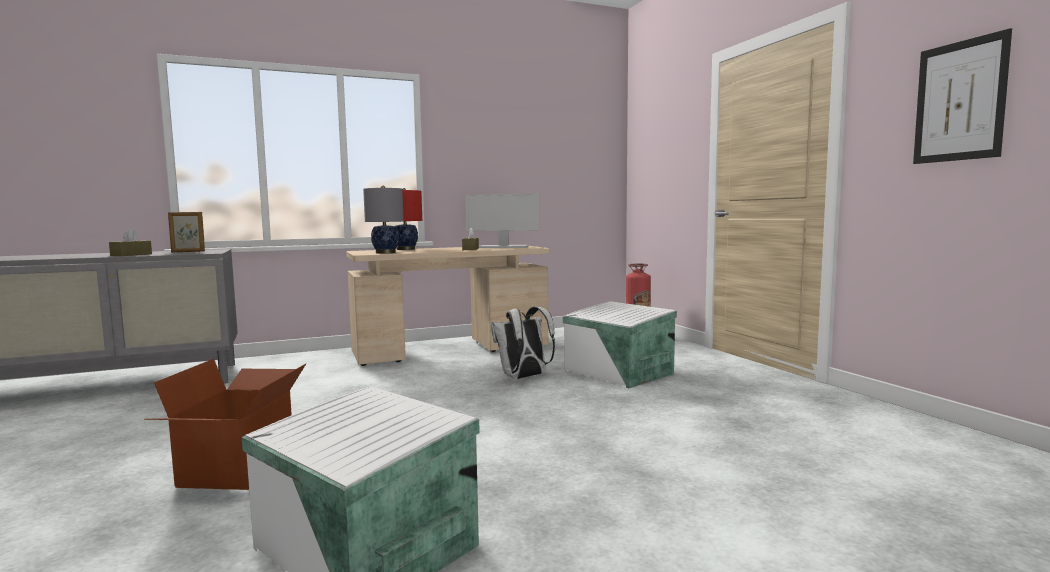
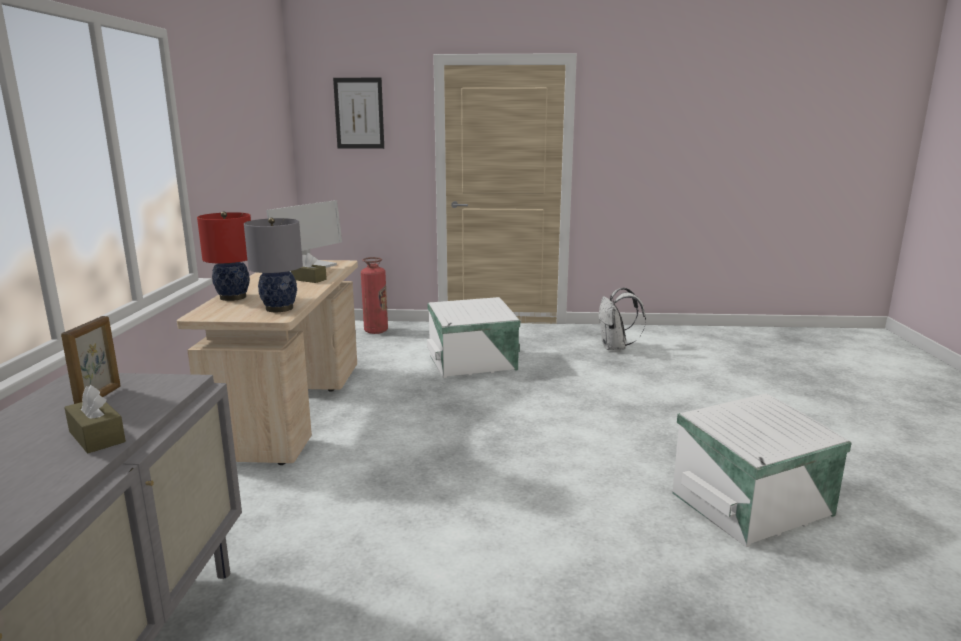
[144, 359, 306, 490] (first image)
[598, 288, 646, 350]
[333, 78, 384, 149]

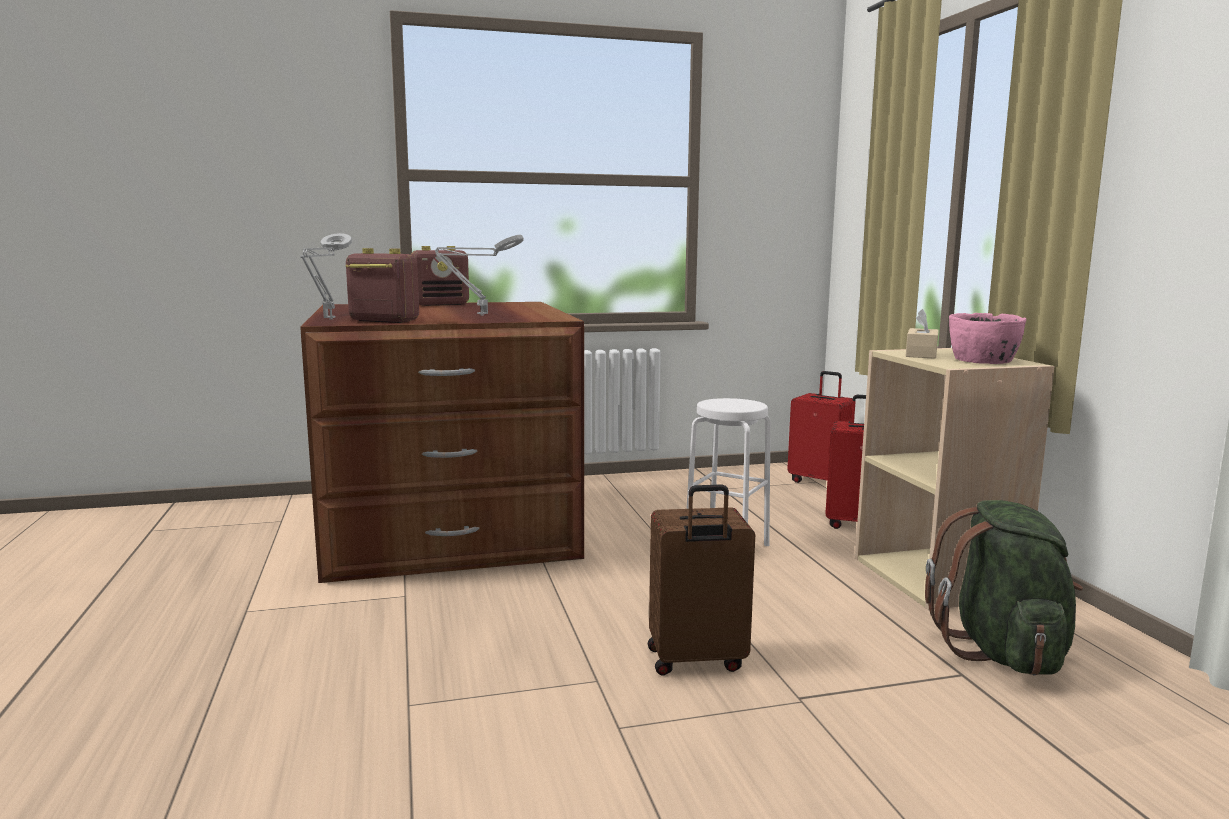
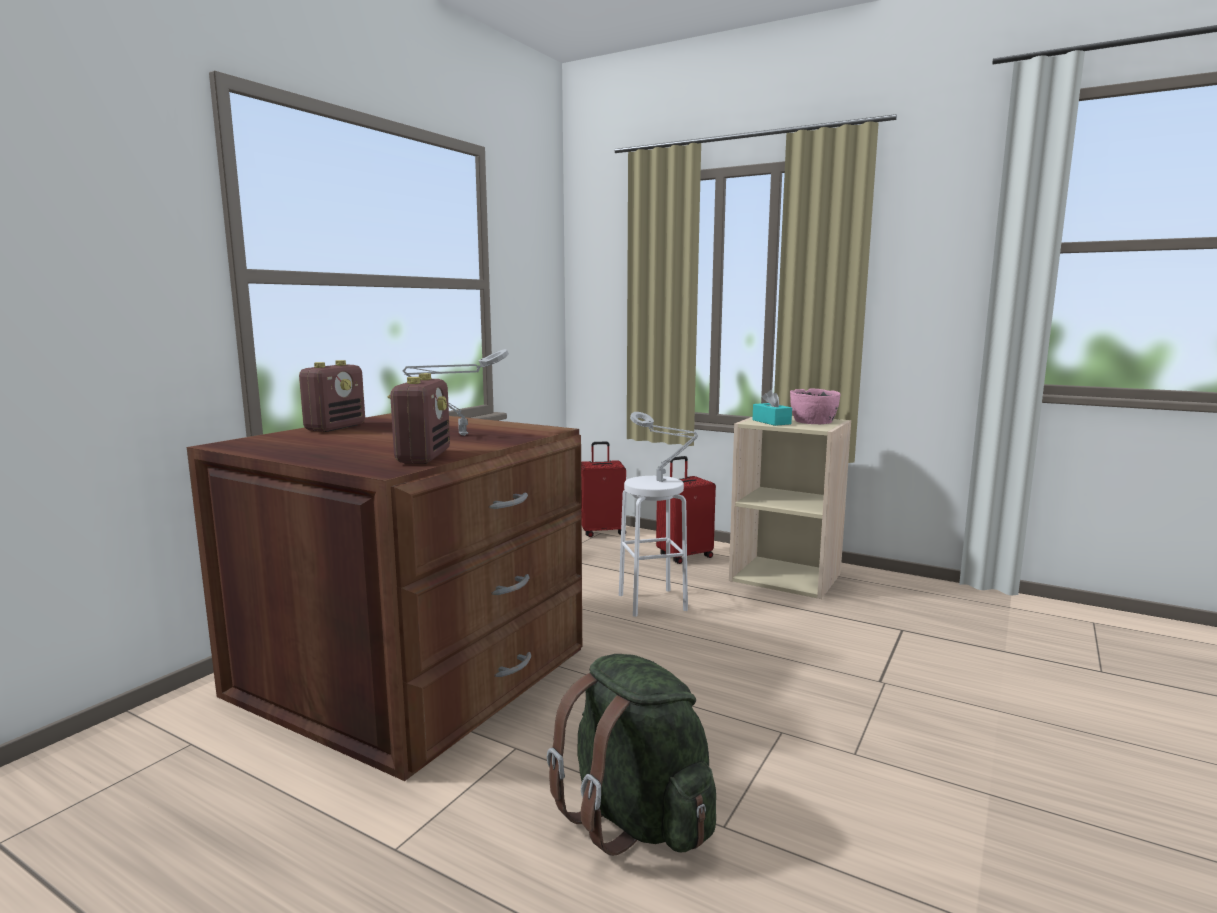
[630, 412, 698, 482]
[387, 373, 450, 464]
[648, 485, 755, 676] (first image)
[752, 390, 792, 426]
[547, 654, 716, 856]

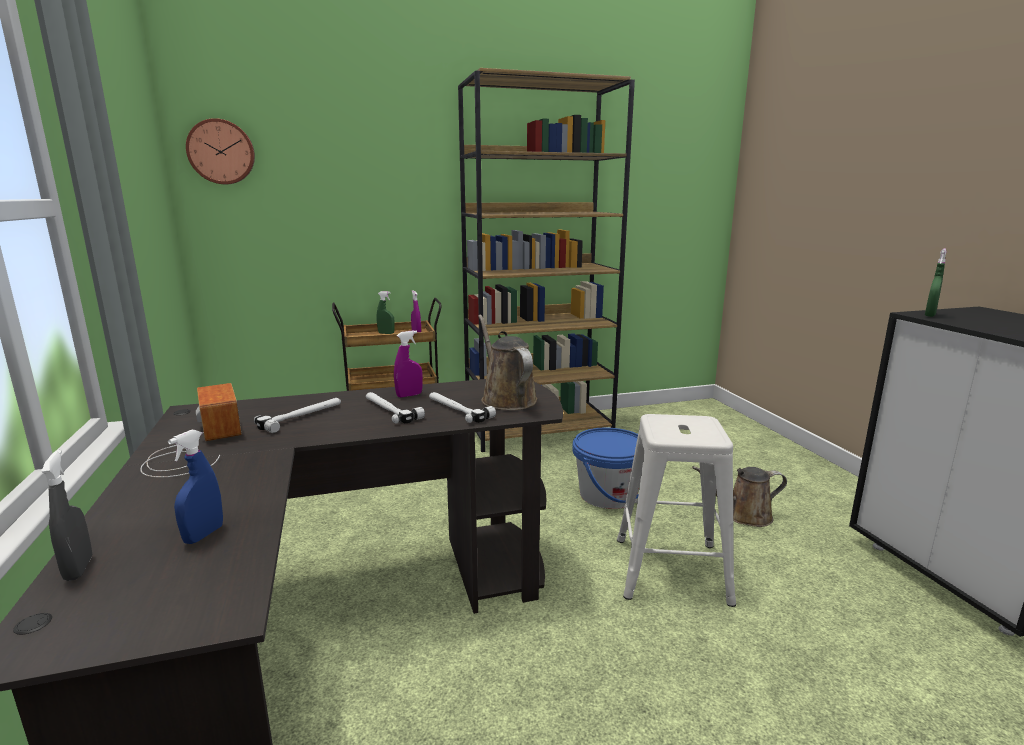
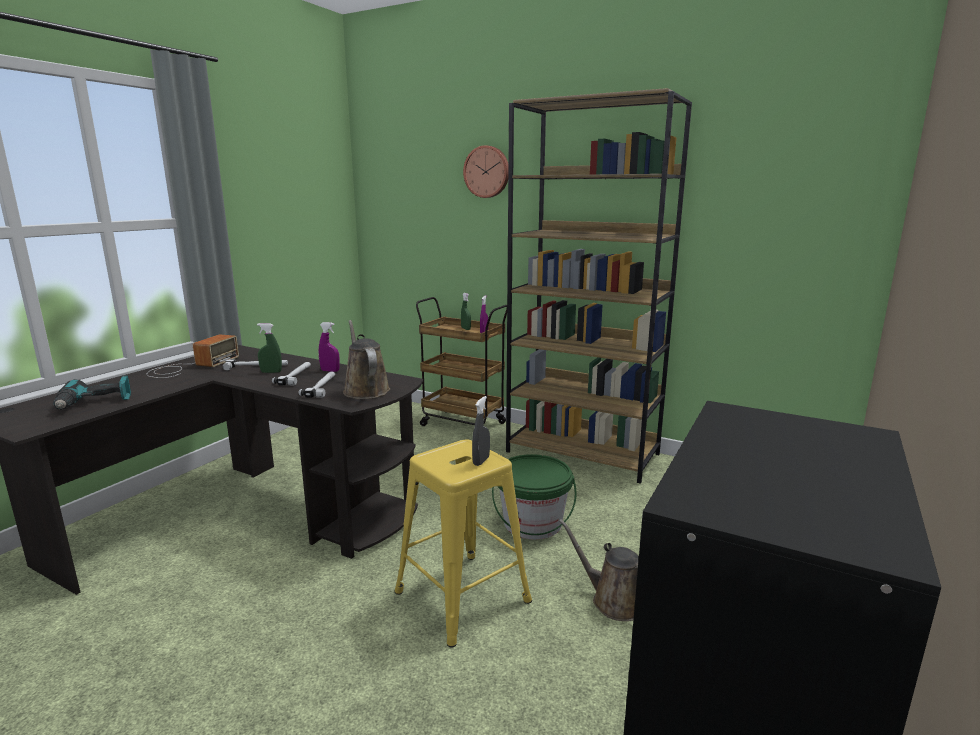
[472, 396, 490, 466]
[53, 375, 131, 410]
[463, 145, 508, 198]
[343, 320, 390, 399]
[492, 454, 576, 540]
[394, 440, 532, 648]
[257, 323, 282, 373]

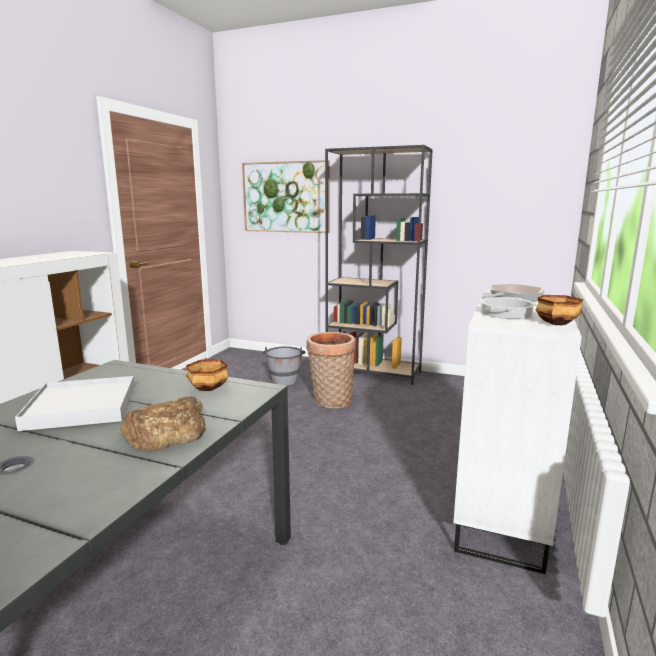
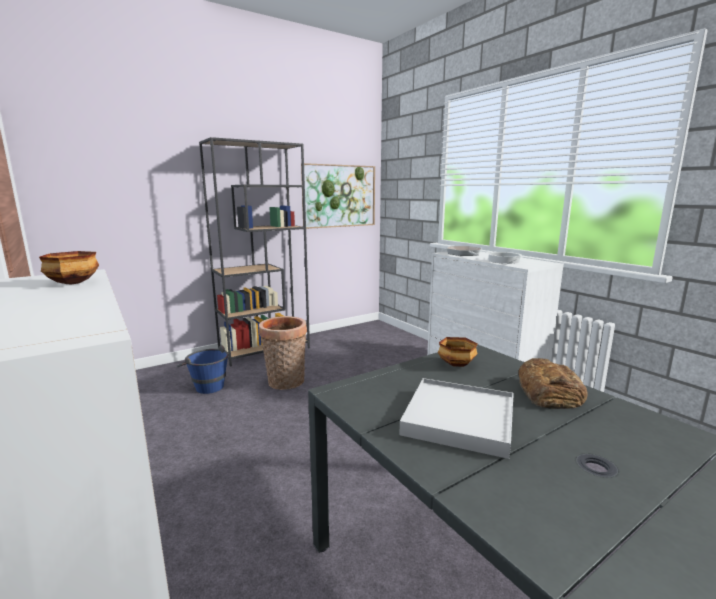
[301, 163, 375, 229]
[176, 345, 229, 394]
[39, 251, 99, 284]

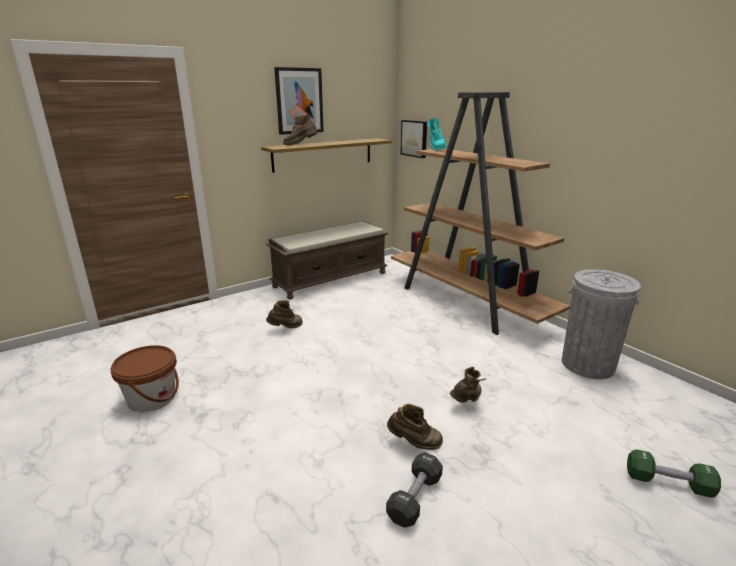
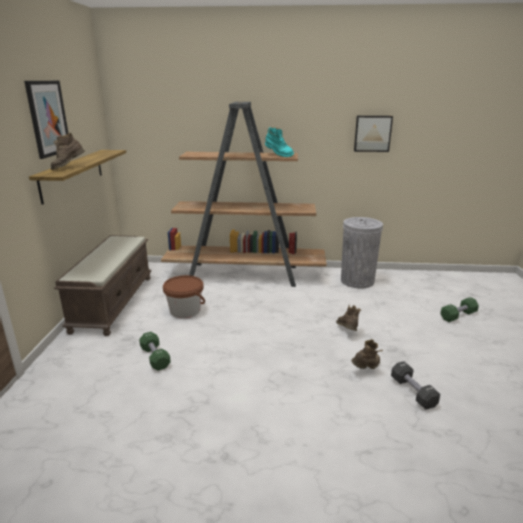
[163, 275, 205, 318]
[139, 332, 171, 371]
[354, 116, 393, 152]
[265, 127, 294, 157]

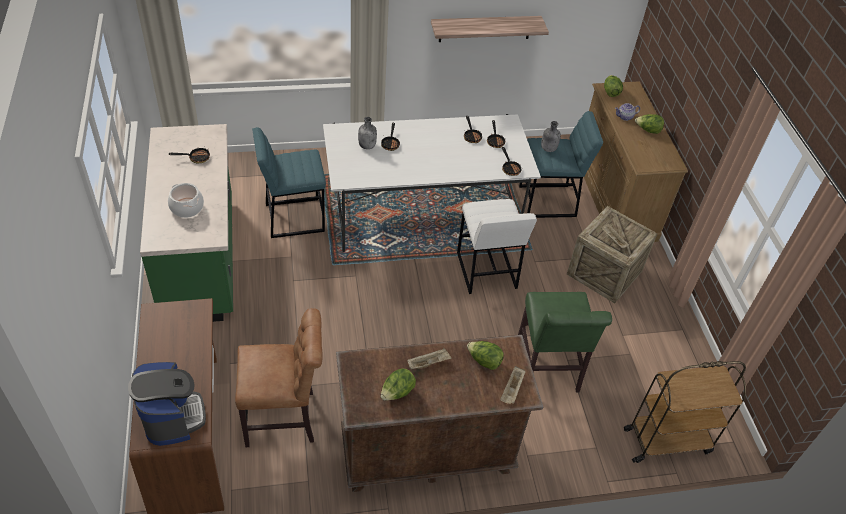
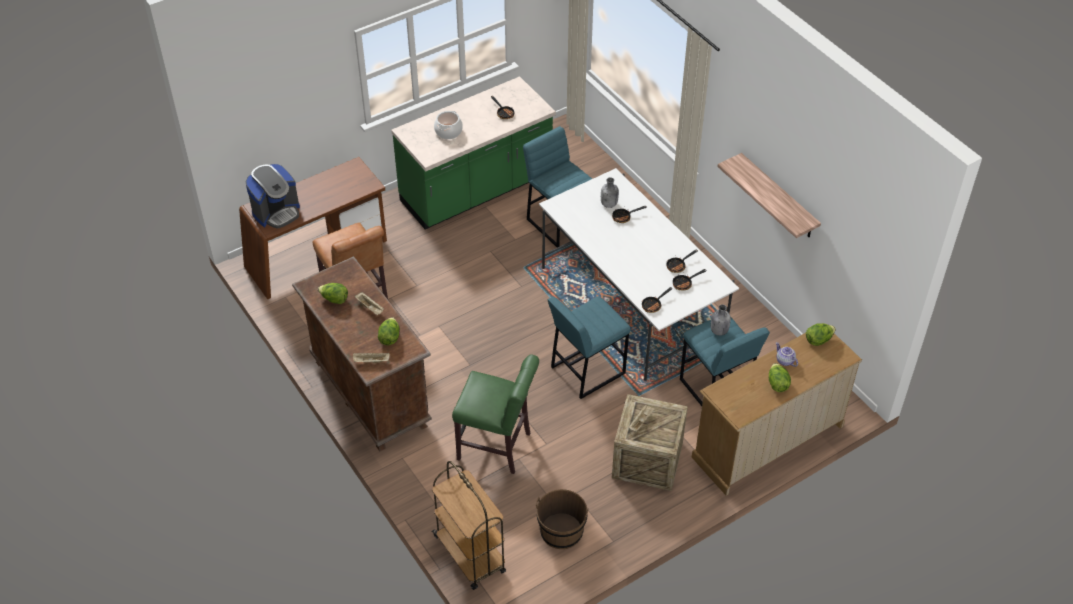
[547, 296, 630, 399]
[452, 354, 539, 474]
[536, 489, 589, 549]

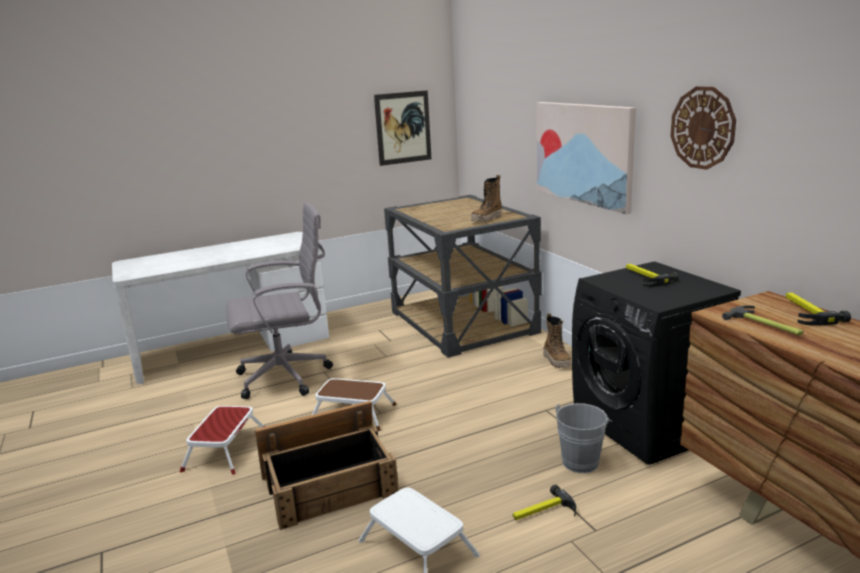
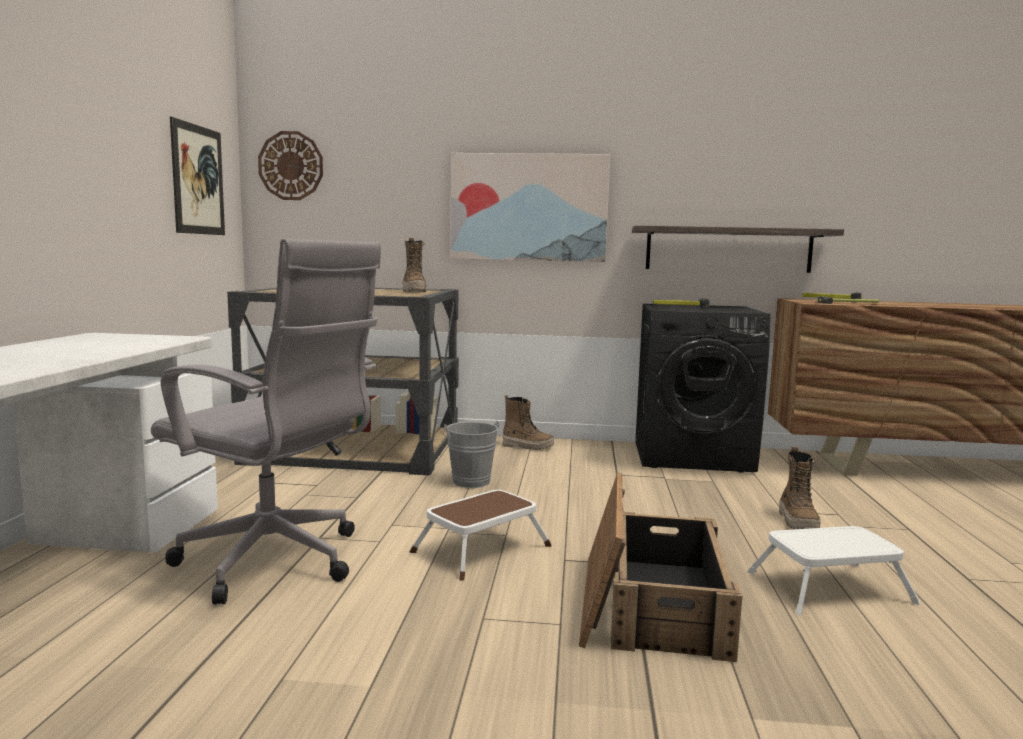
[180, 406, 265, 475] (first image)
[151, 238, 381, 605]
[779, 447, 821, 529]
[443, 421, 500, 488]
[258, 131, 323, 200]
[632, 225, 844, 273]

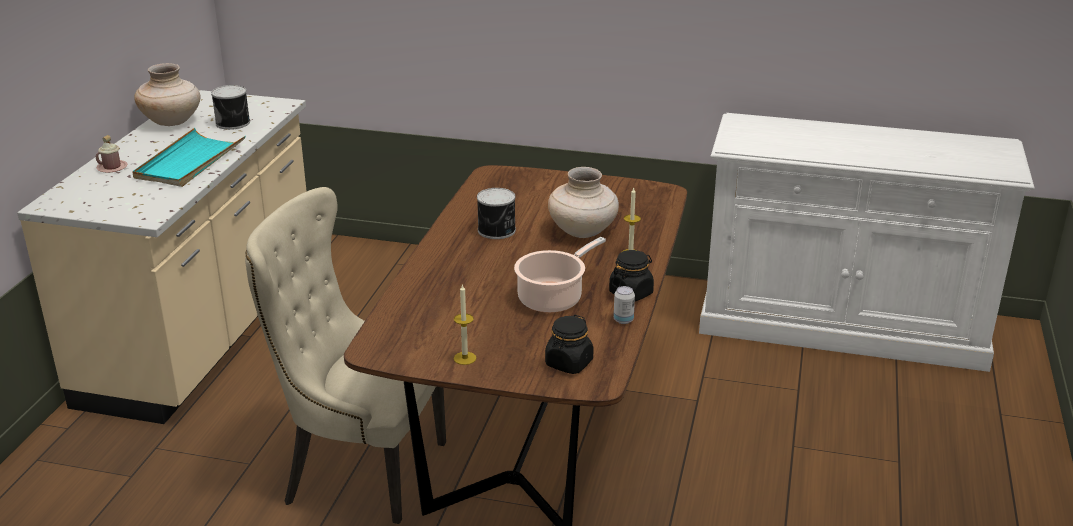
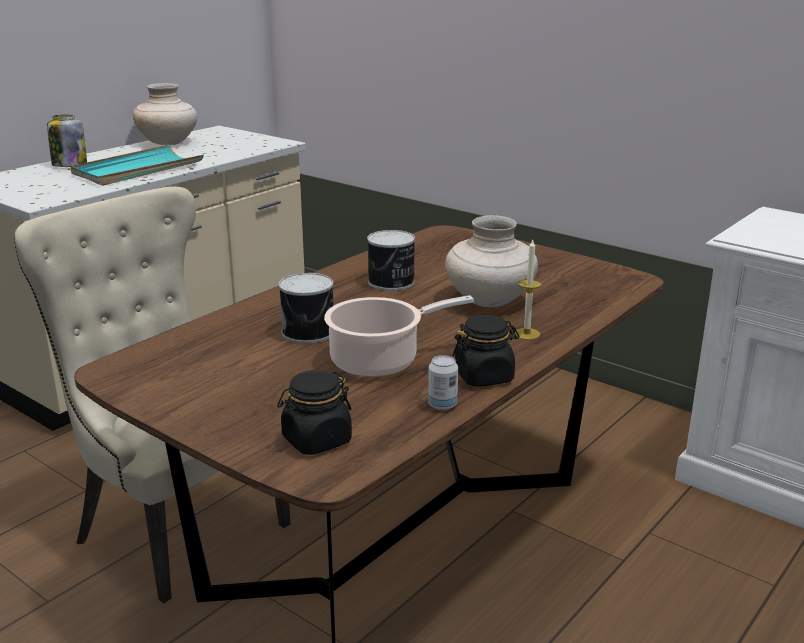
[47, 115, 87, 167]
[279, 273, 333, 344]
[454, 284, 477, 365] (first image)

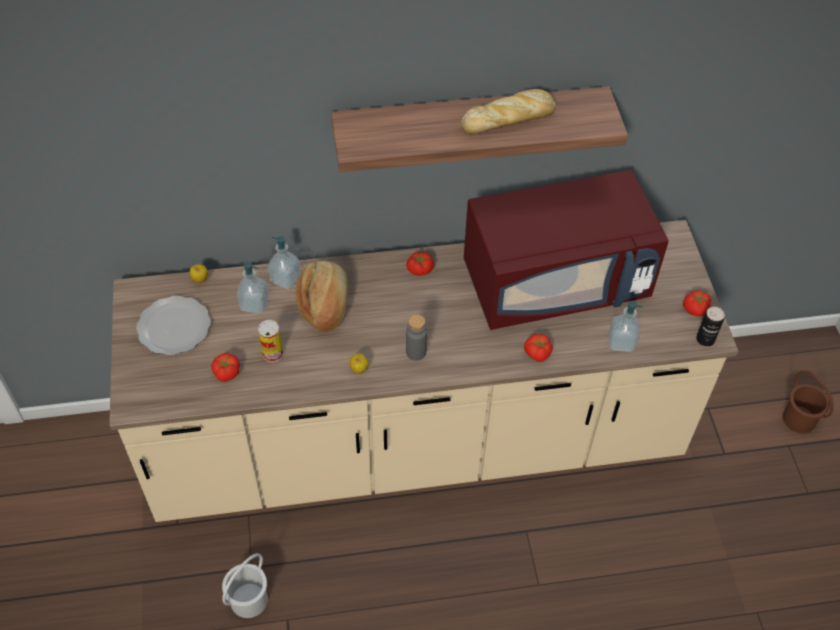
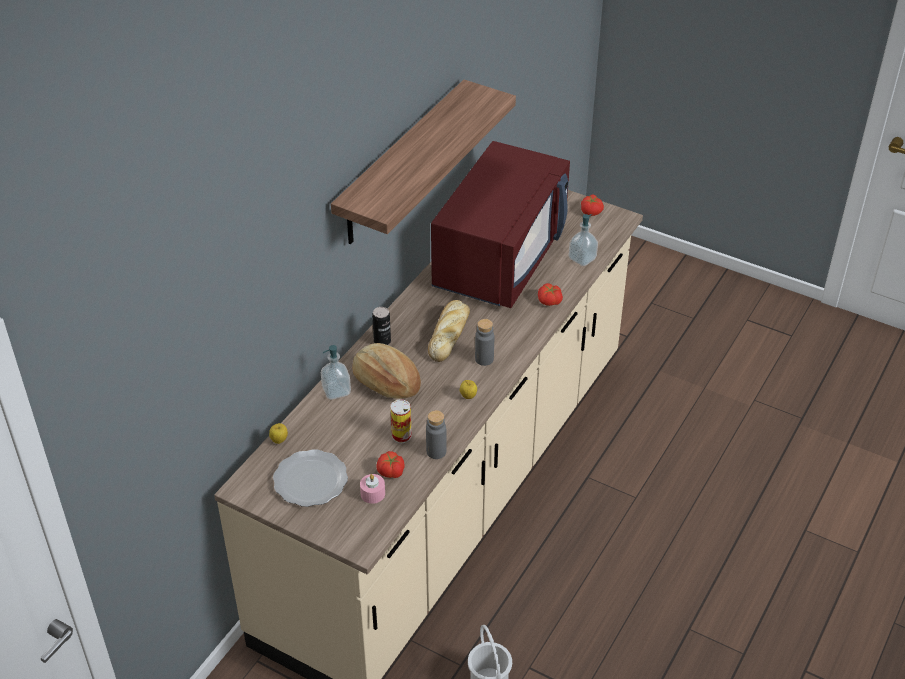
[237, 262, 269, 314] (first image)
[406, 252, 434, 276] (first image)
[428, 300, 470, 362]
[372, 307, 391, 345]
[783, 371, 834, 433] (first image)
[360, 474, 385, 504]
[426, 410, 447, 459]

